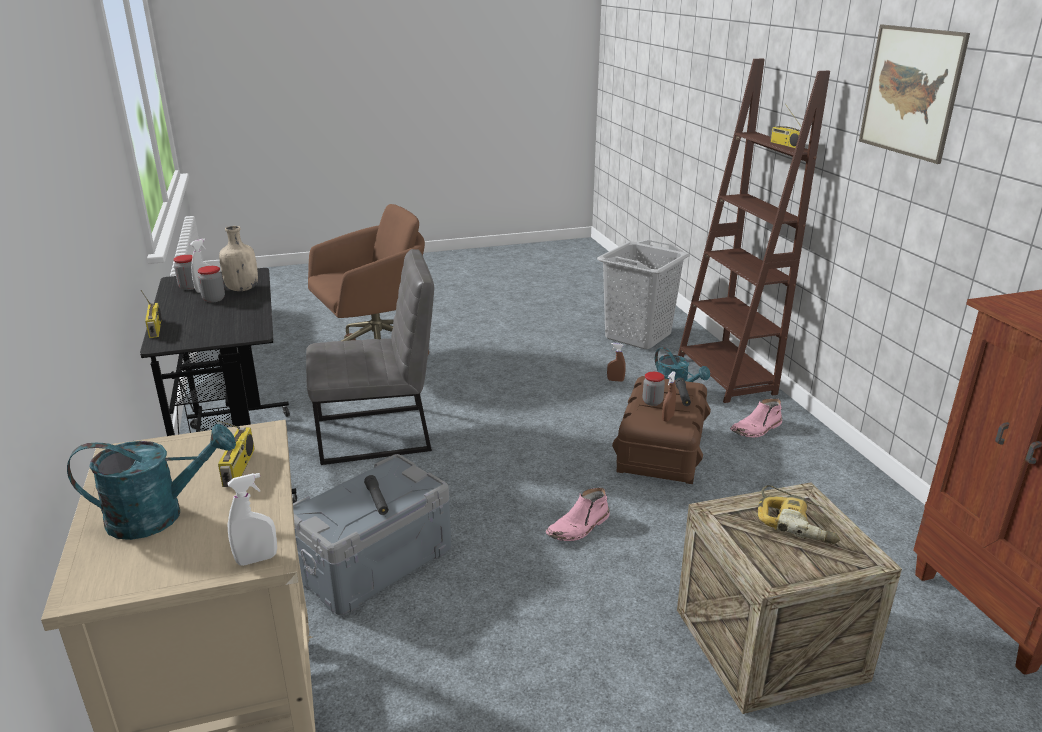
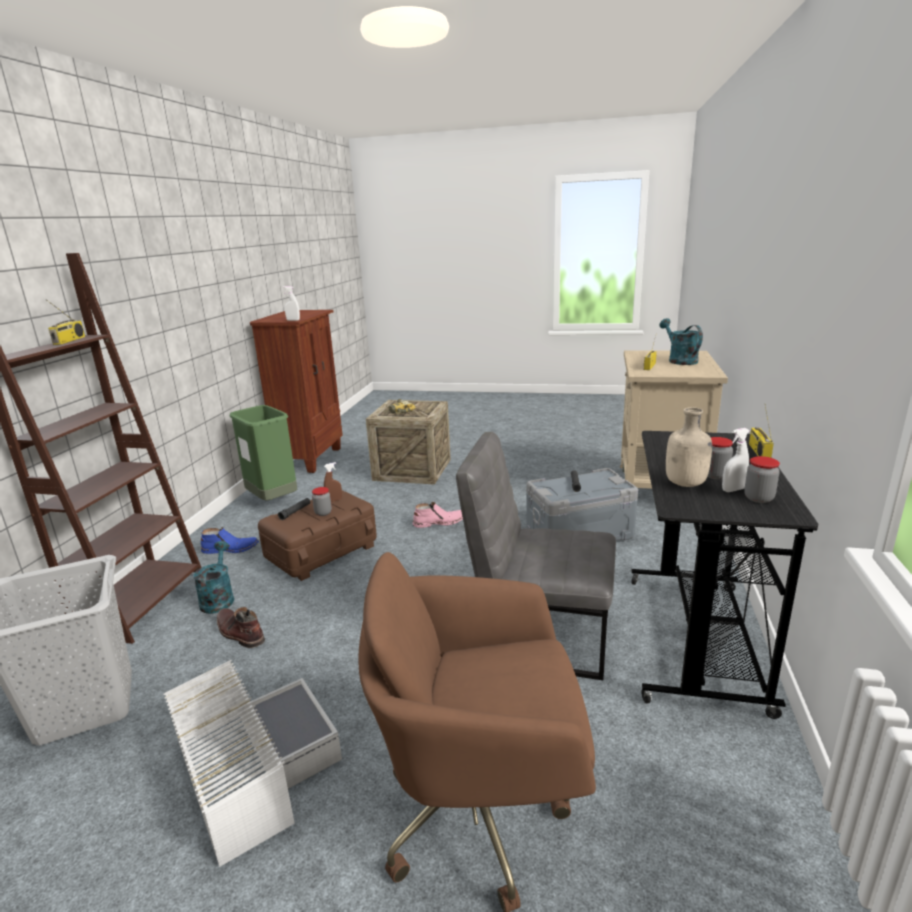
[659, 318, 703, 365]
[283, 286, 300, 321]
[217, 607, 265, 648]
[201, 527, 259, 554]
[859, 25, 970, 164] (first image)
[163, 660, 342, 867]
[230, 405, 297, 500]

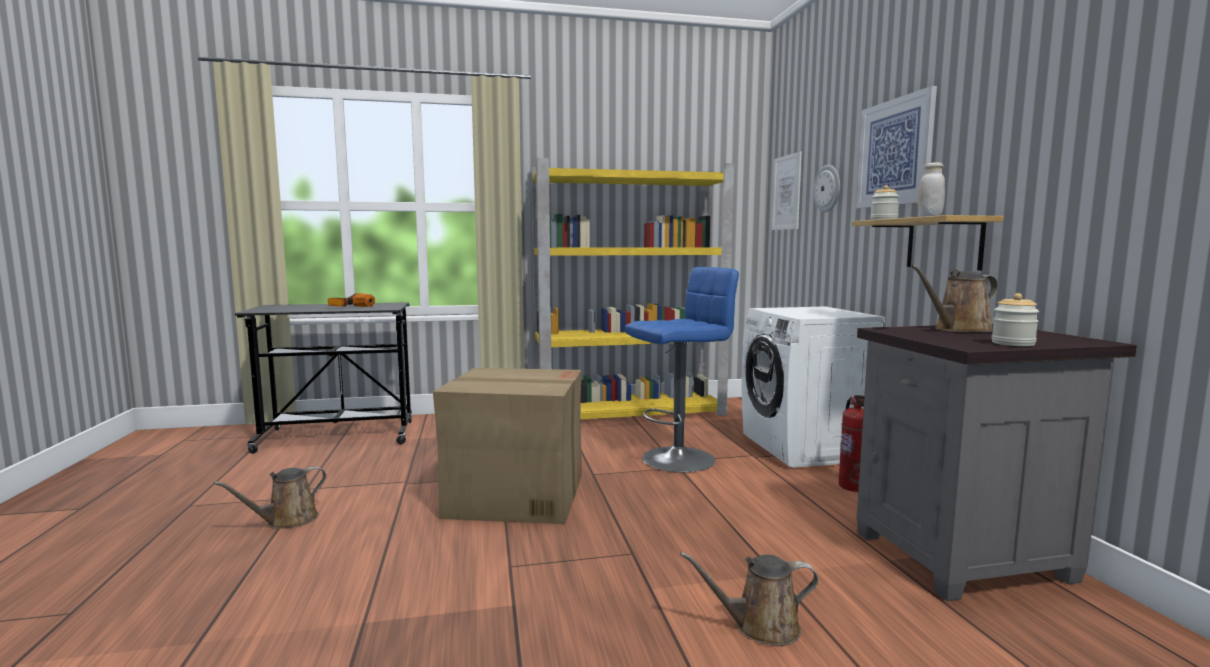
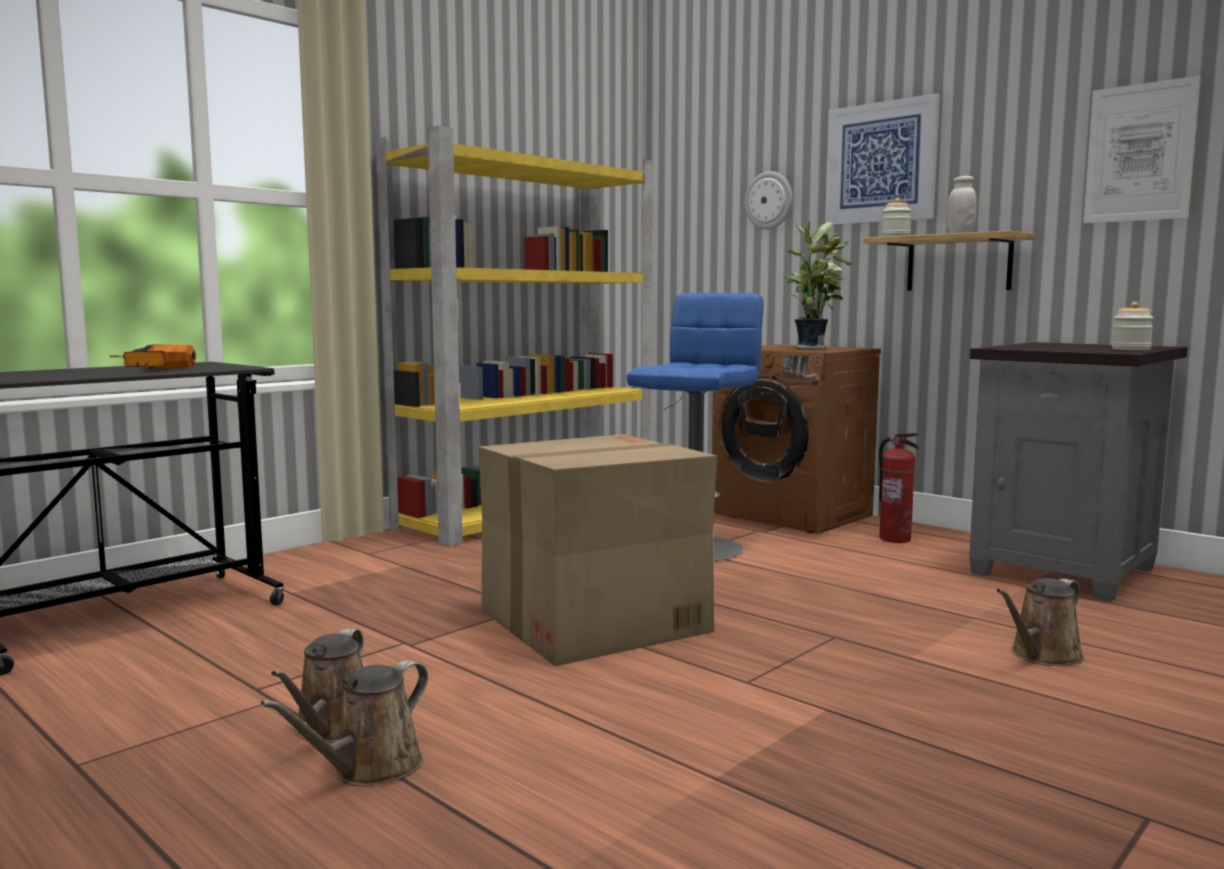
[712, 345, 881, 534]
[1083, 76, 1201, 223]
[260, 660, 428, 786]
[783, 222, 853, 350]

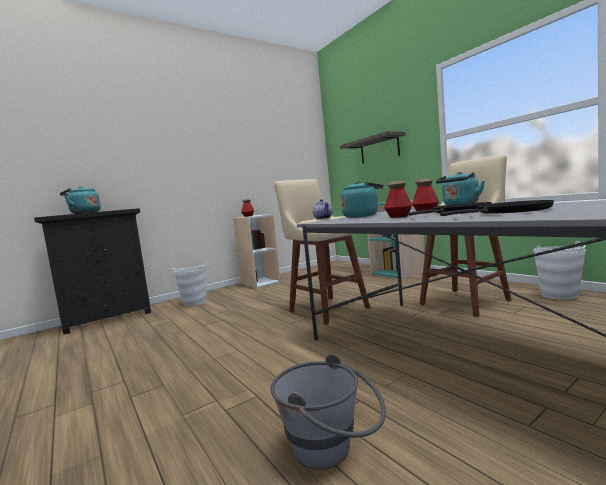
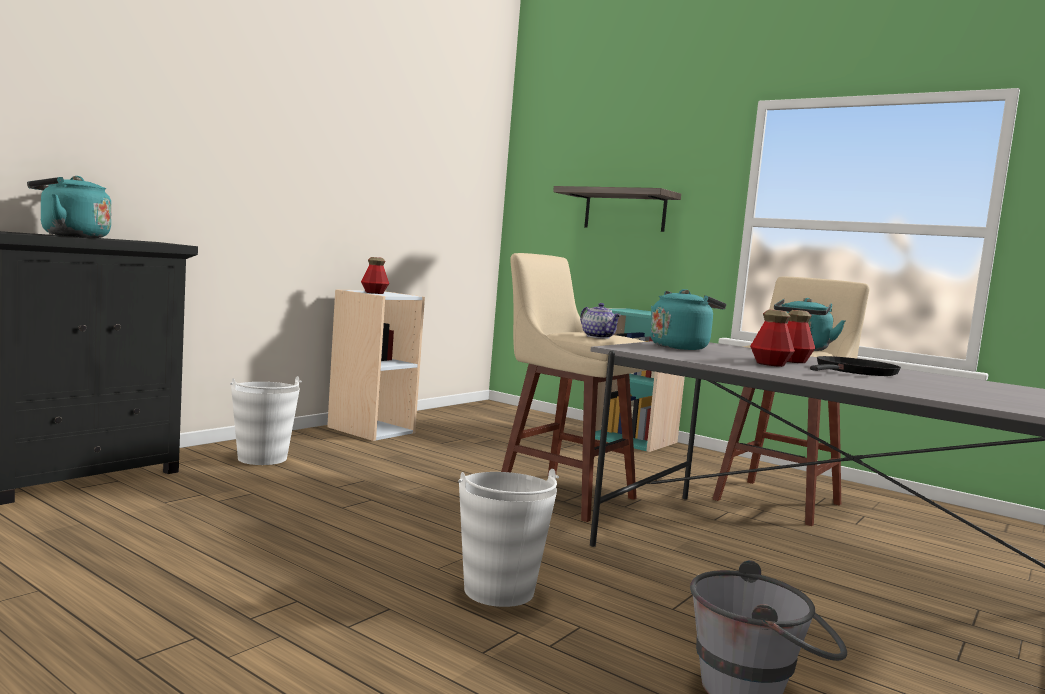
[440, 200, 554, 216] (first image)
[458, 469, 559, 607]

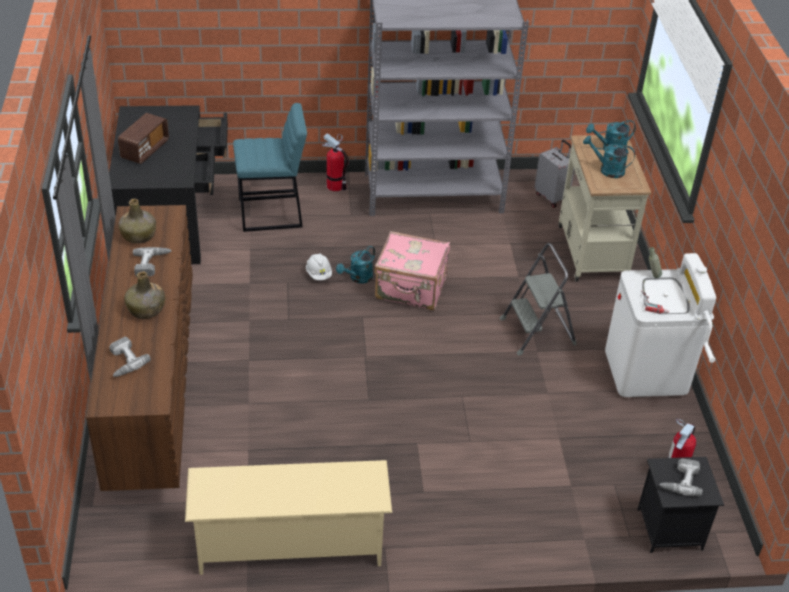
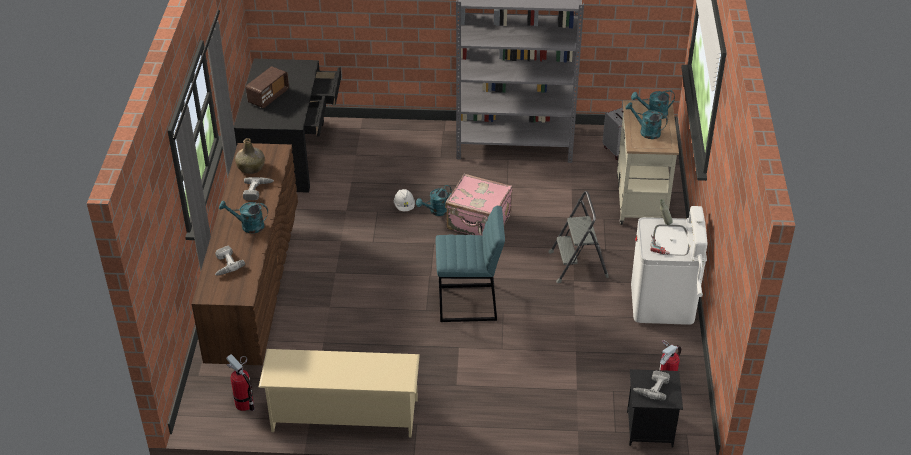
[219, 201, 268, 233]
[436, 206, 505, 322]
[226, 354, 255, 411]

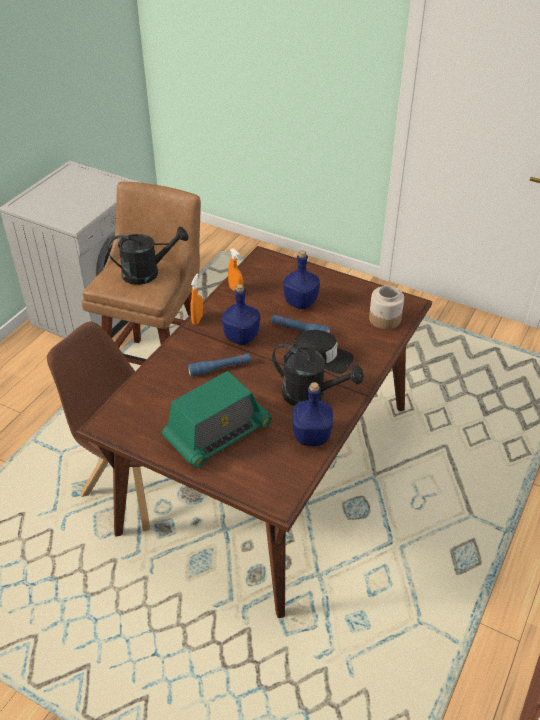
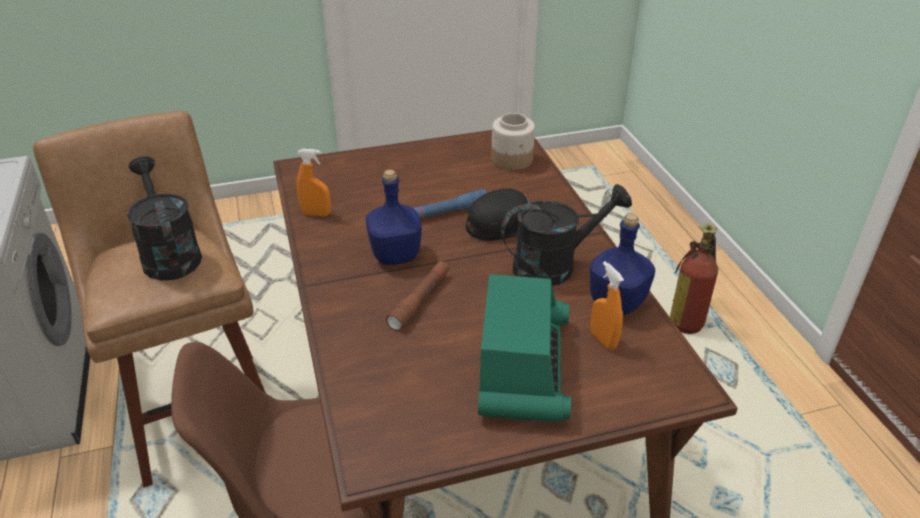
[127, 156, 202, 280]
[386, 261, 449, 331]
[590, 261, 624, 350]
[283, 250, 320, 309] (first image)
[670, 223, 718, 334]

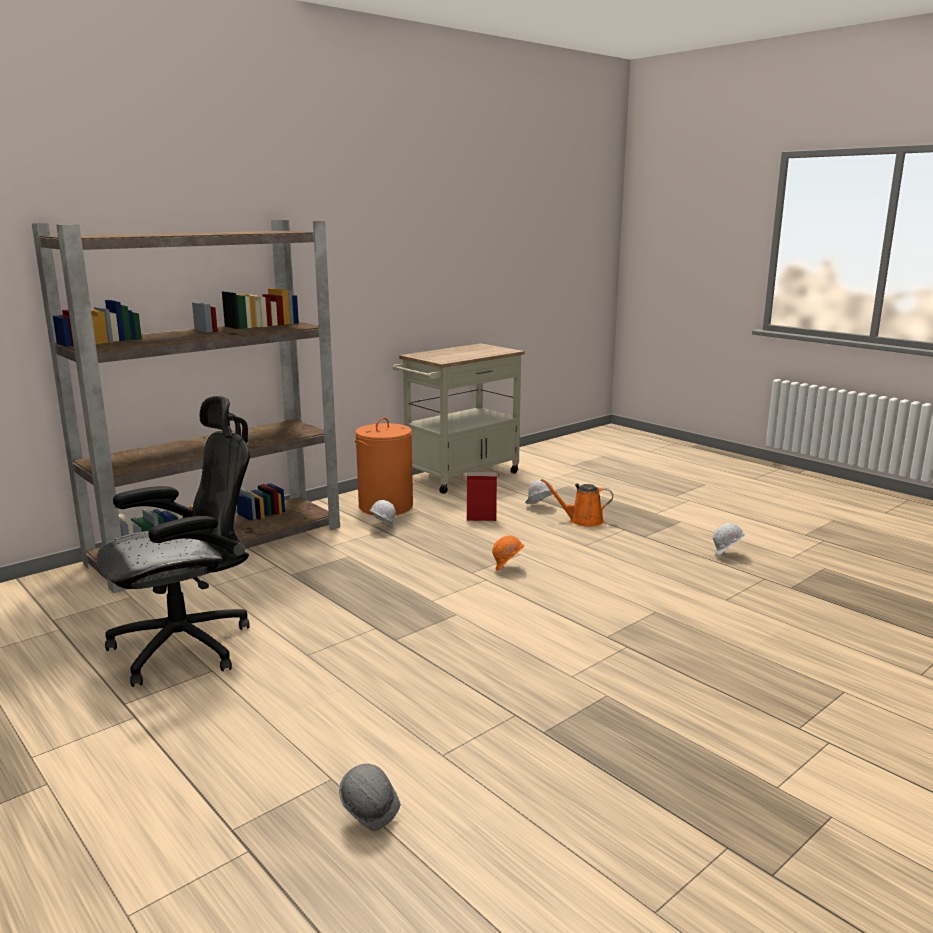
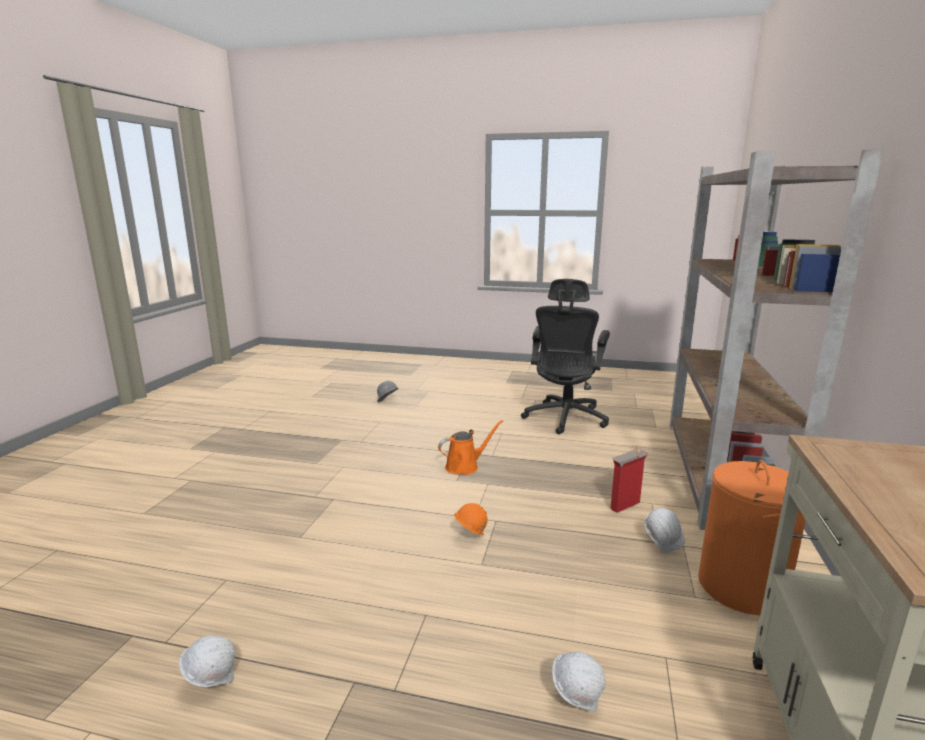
[610, 450, 648, 513]
[438, 420, 503, 475]

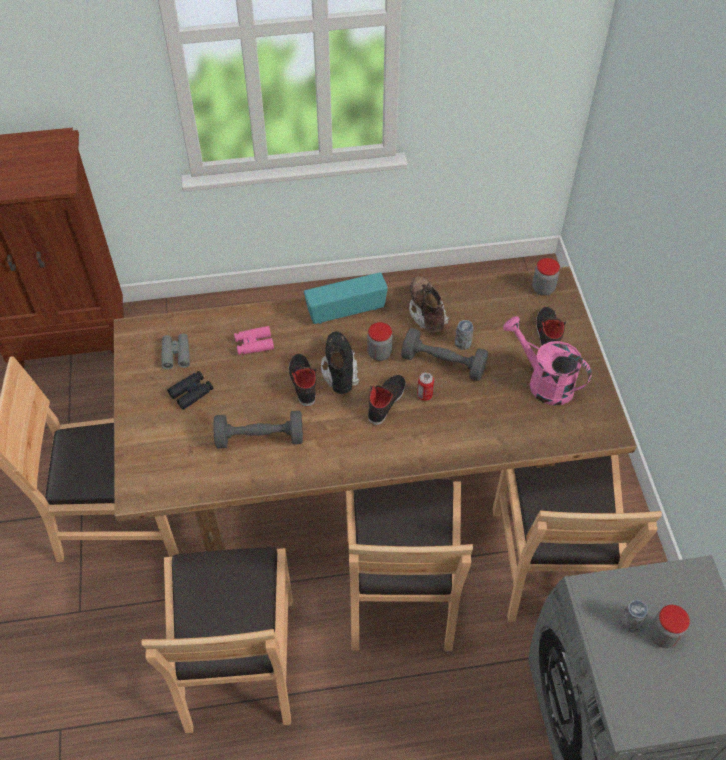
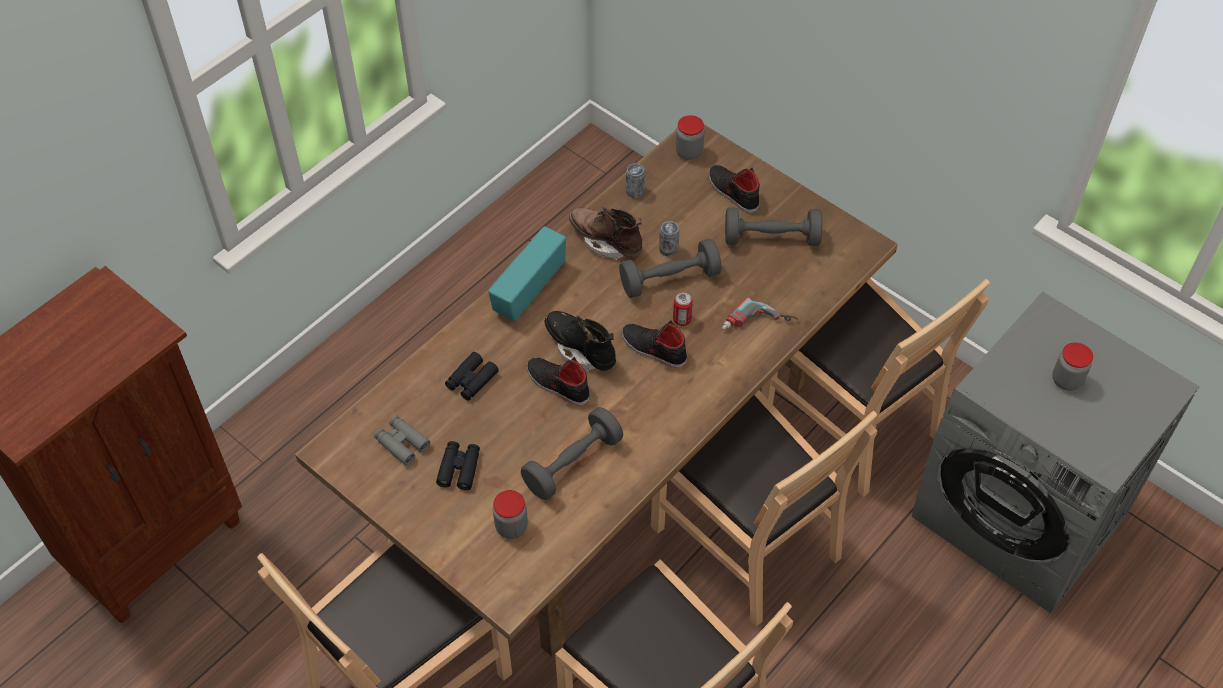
[445, 352, 499, 401]
[493, 490, 528, 539]
[621, 320, 687, 368]
[725, 208, 823, 246]
[626, 163, 645, 198]
[722, 297, 798, 330]

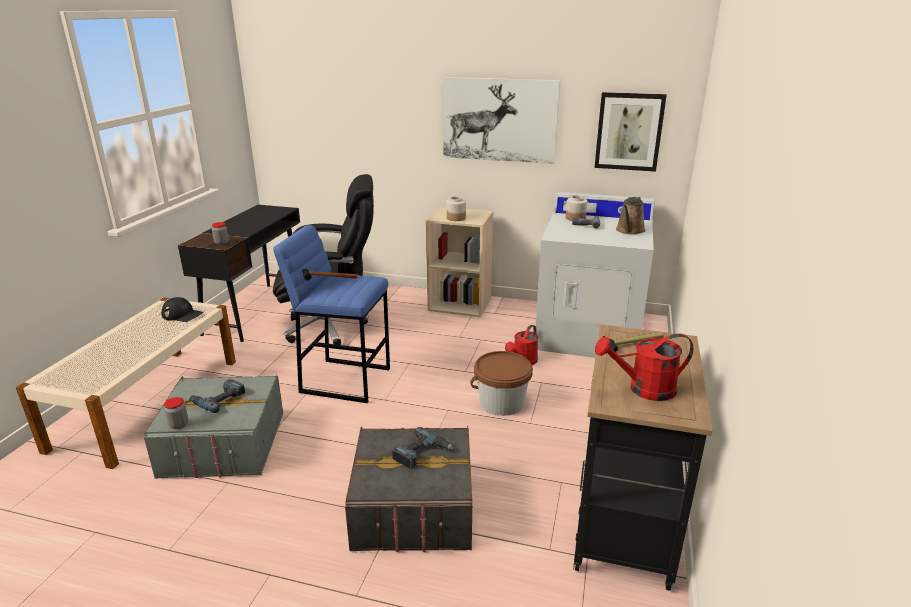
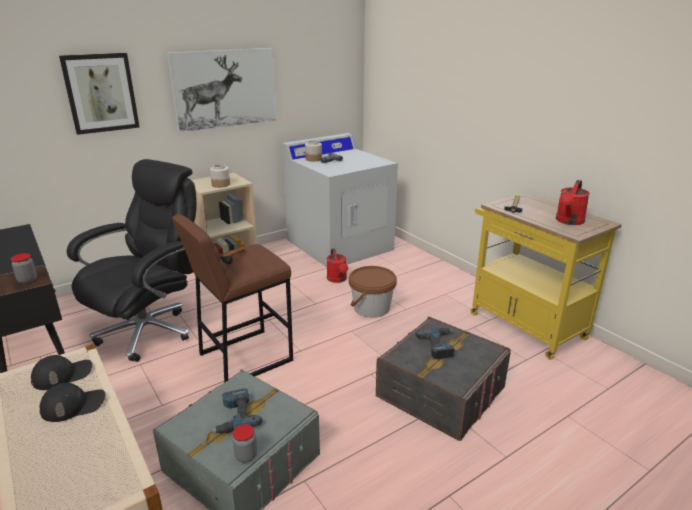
[172, 214, 293, 383]
[471, 193, 622, 360]
[59, 53, 140, 135]
[616, 196, 646, 235] (first image)
[39, 383, 106, 422]

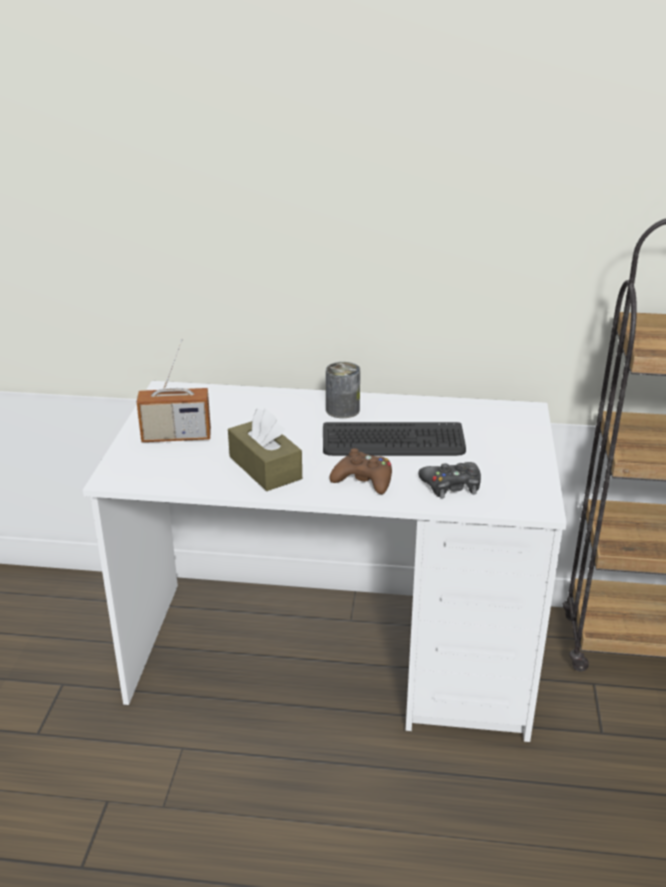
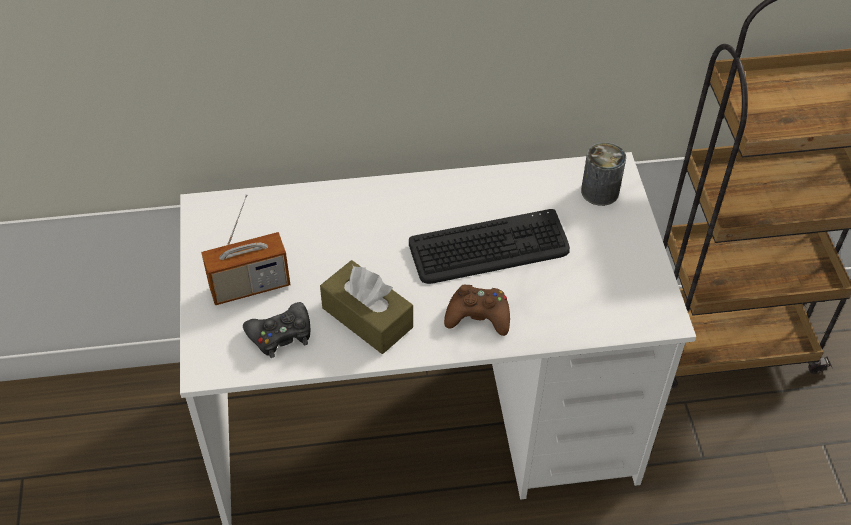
[581, 142, 626, 206]
[243, 302, 310, 358]

